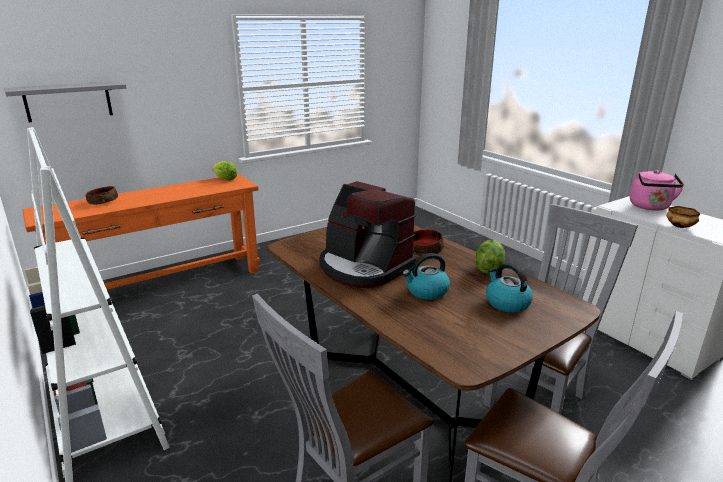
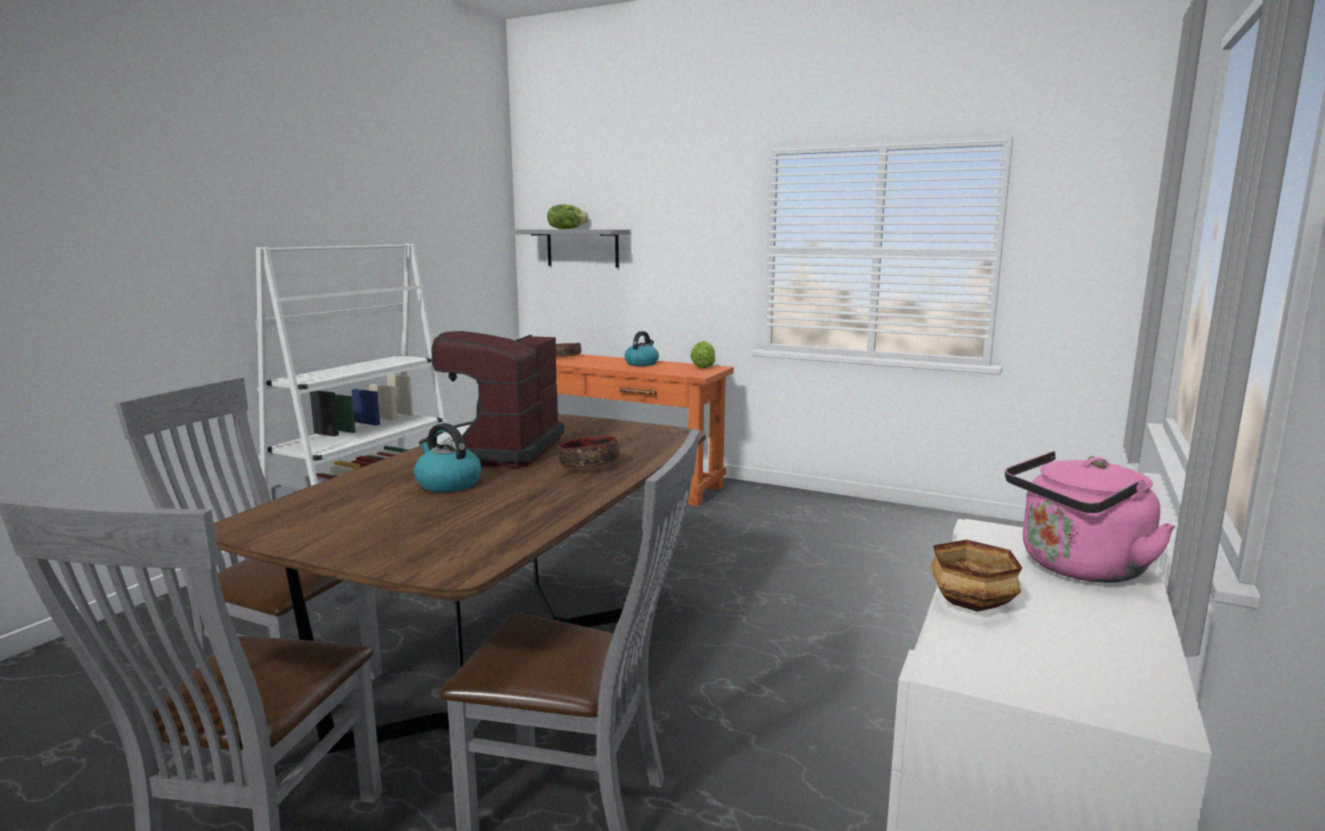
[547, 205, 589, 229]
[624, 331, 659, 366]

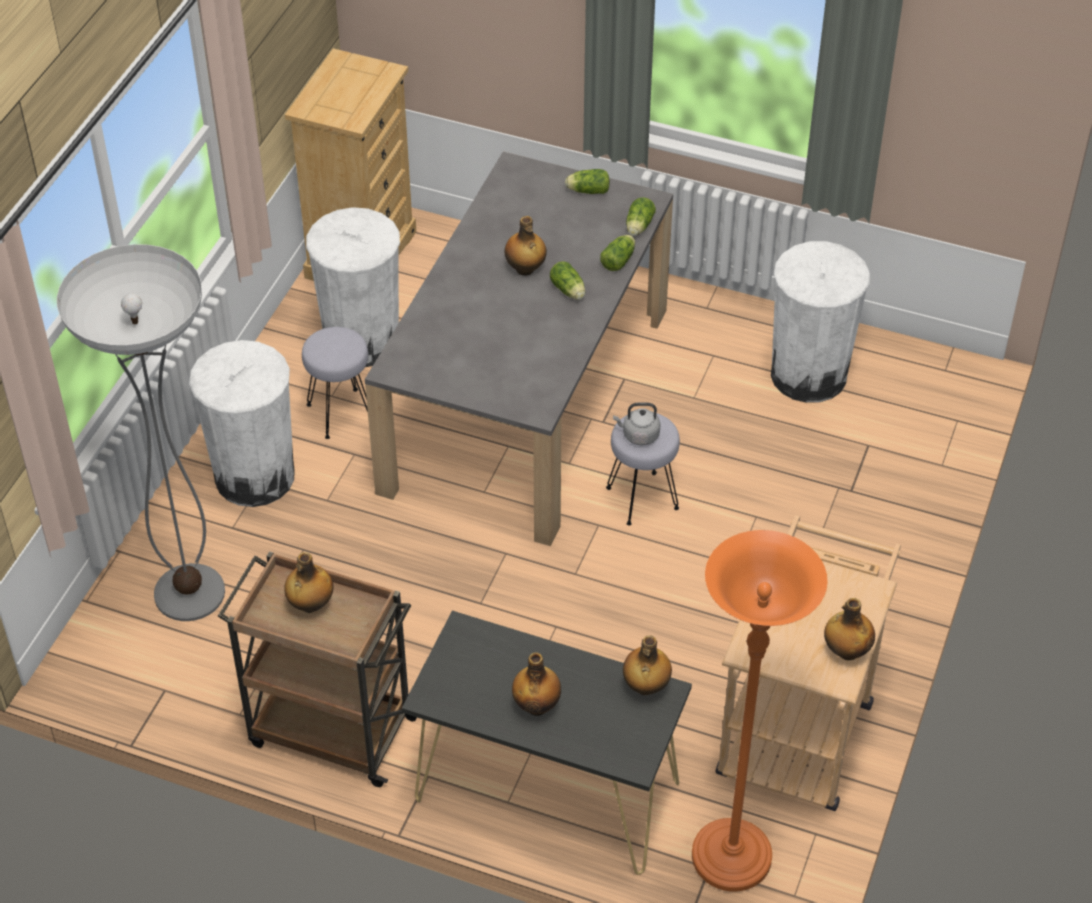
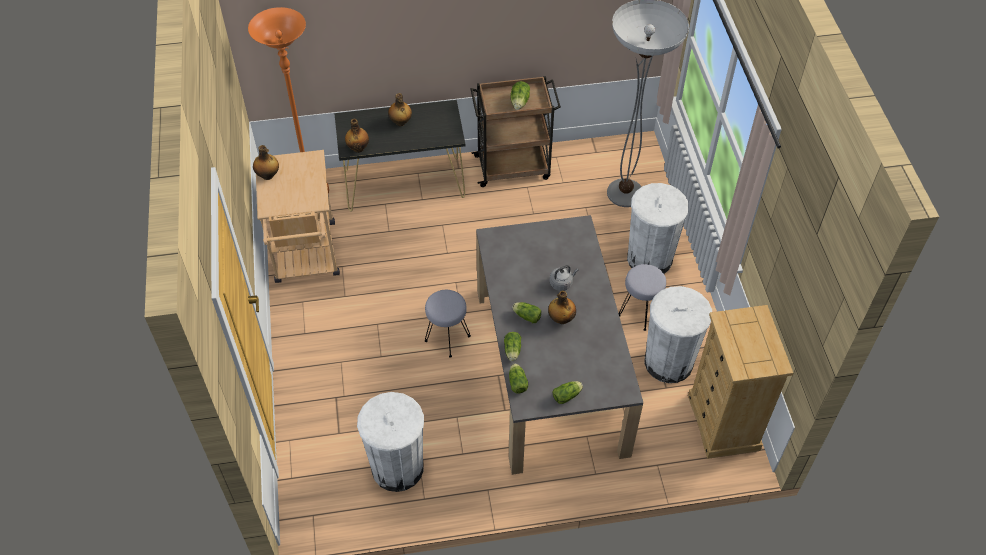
[550, 265, 579, 291]
[510, 81, 530, 110]

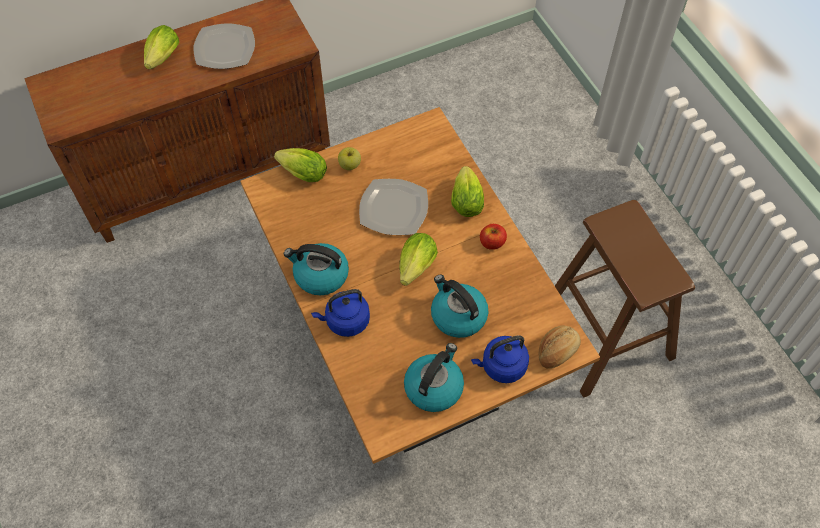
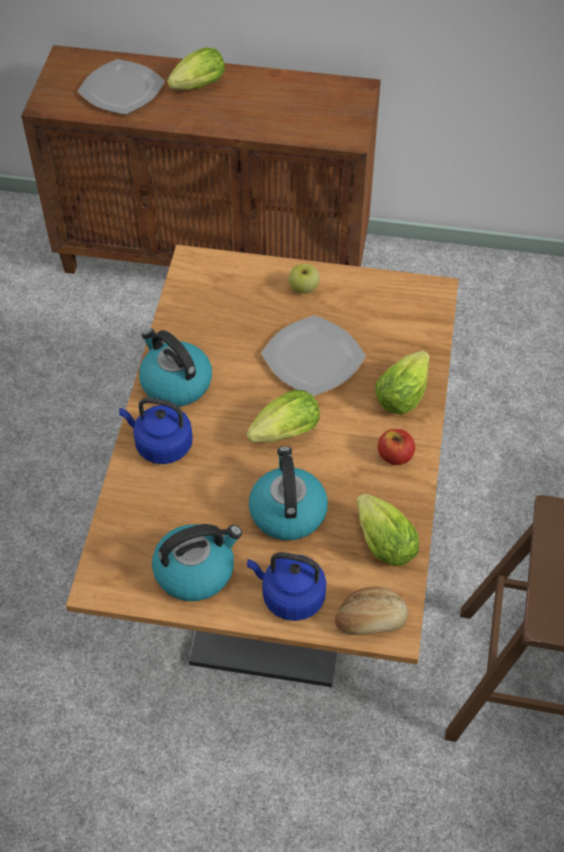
[77, 59, 165, 115]
[356, 494, 419, 566]

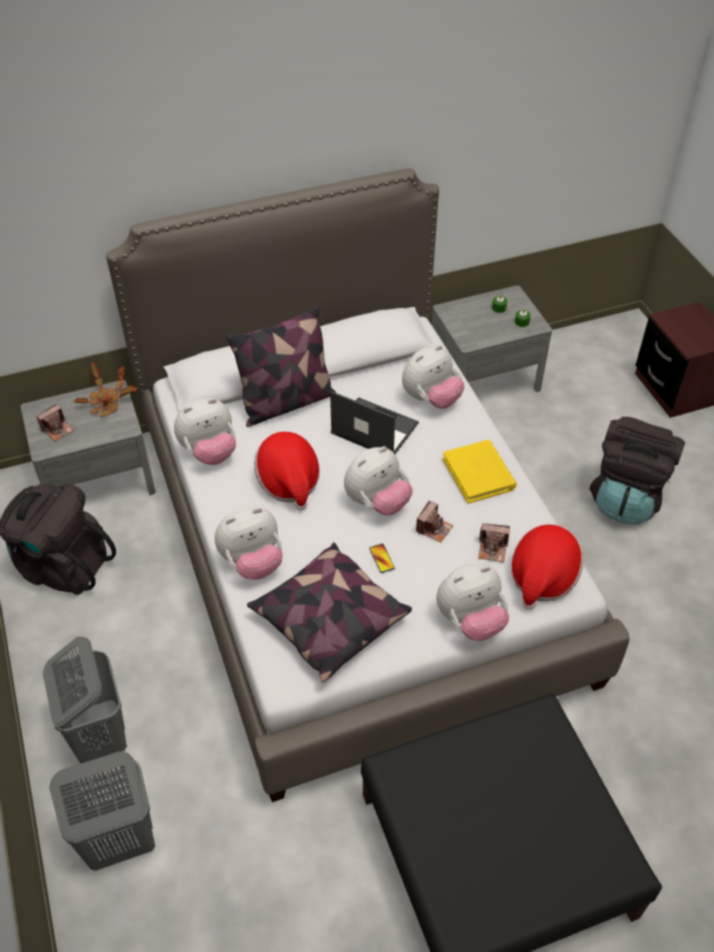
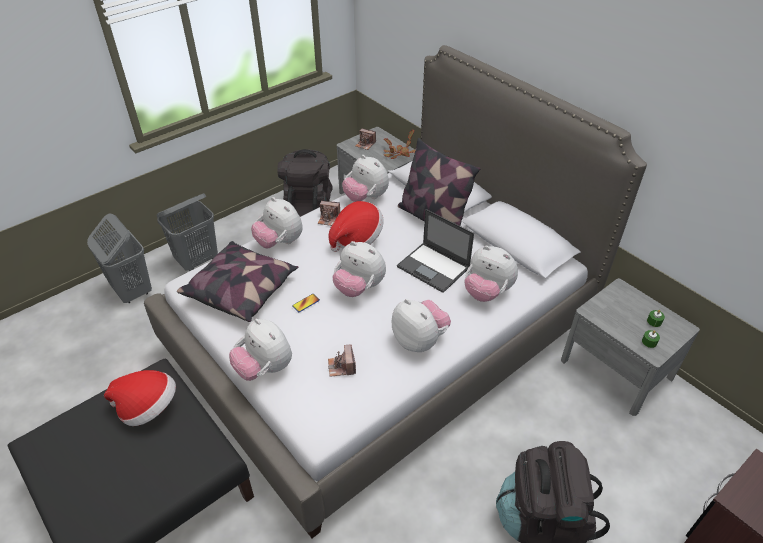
[397, 209, 474, 293]
[392, 299, 451, 352]
[317, 201, 340, 226]
[104, 370, 176, 426]

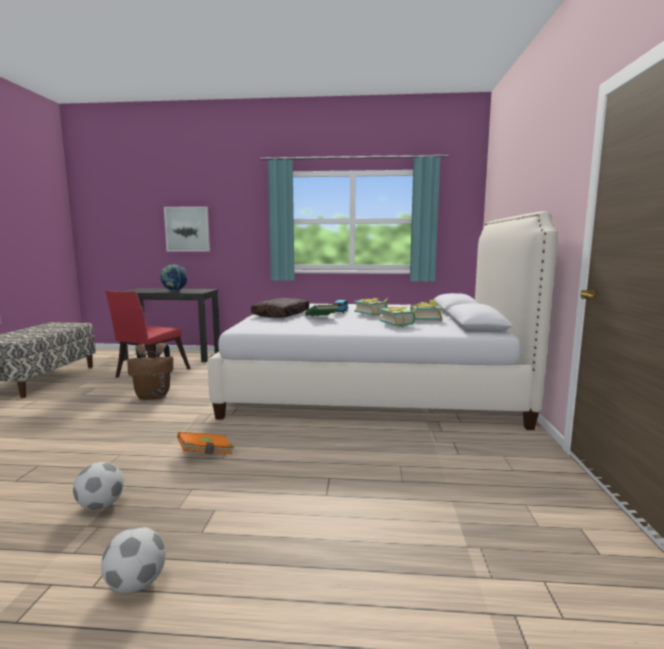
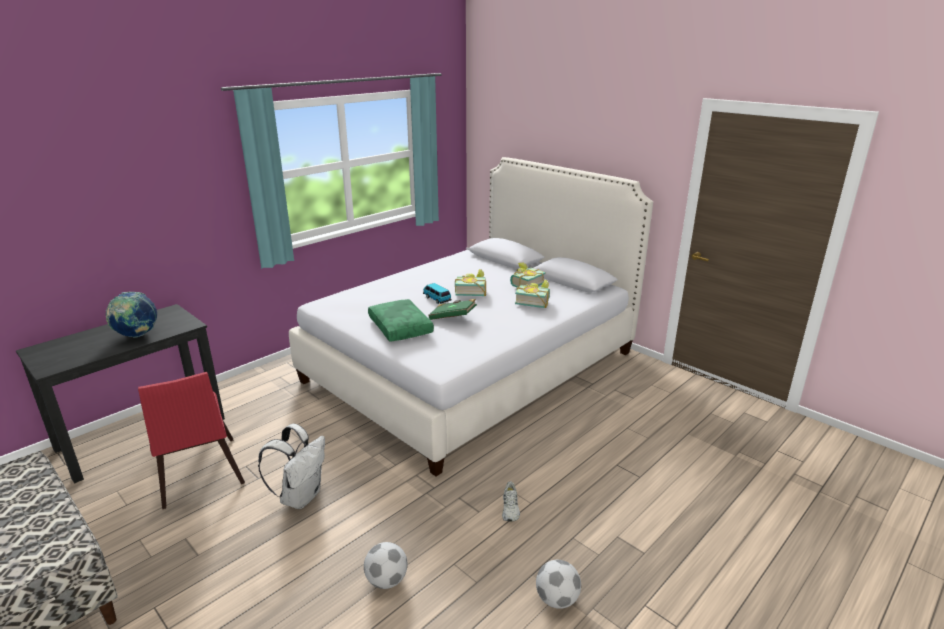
[164, 206, 210, 252] (first image)
[368, 299, 434, 342]
[258, 424, 325, 509]
[502, 481, 520, 521]
[364, 542, 407, 589]

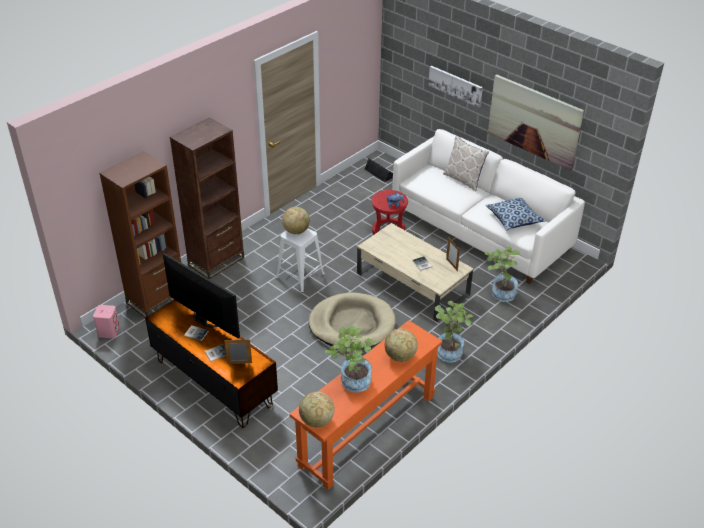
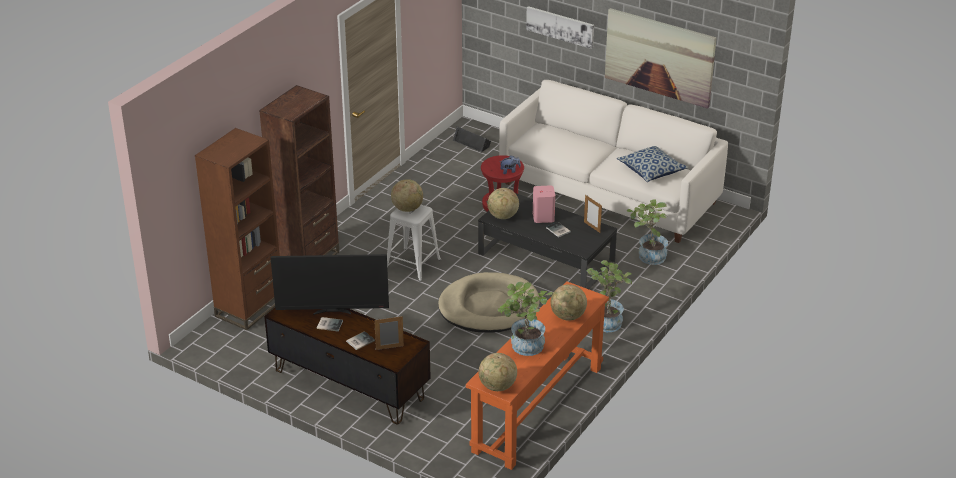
[443, 135, 489, 192] (first image)
[478, 193, 617, 289]
[271, 254, 389, 315]
[532, 185, 555, 223]
[487, 188, 519, 219]

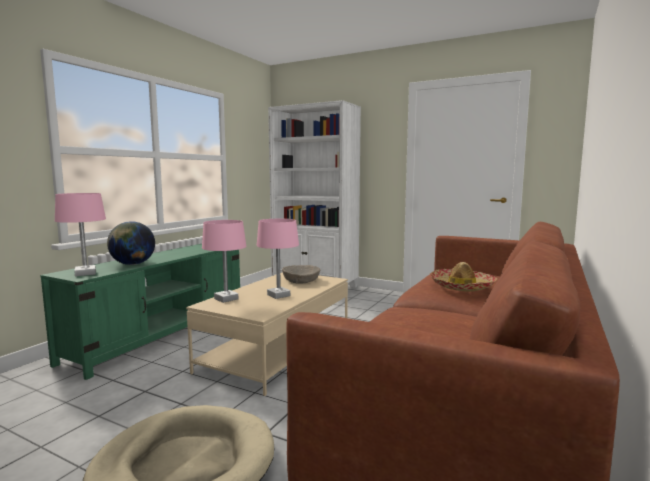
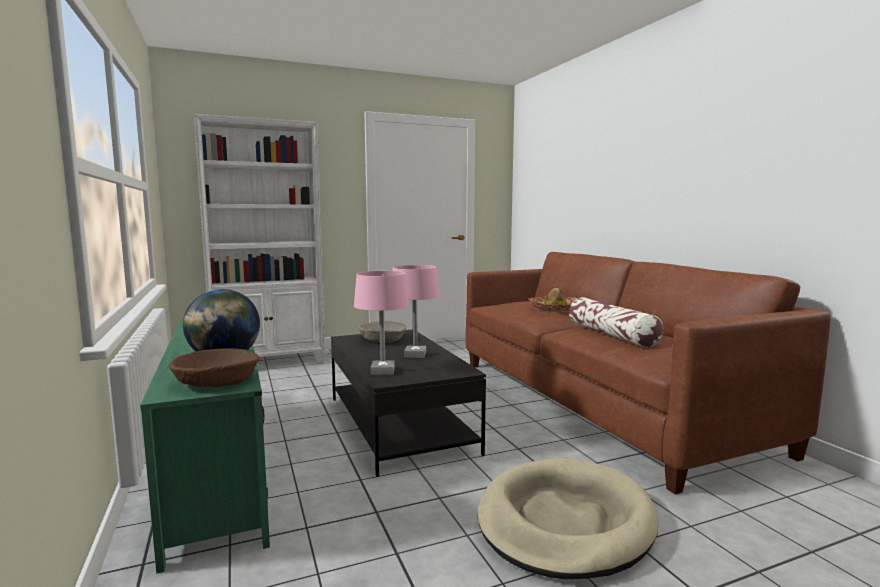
[169, 348, 260, 387]
[331, 330, 486, 477]
[569, 297, 663, 348]

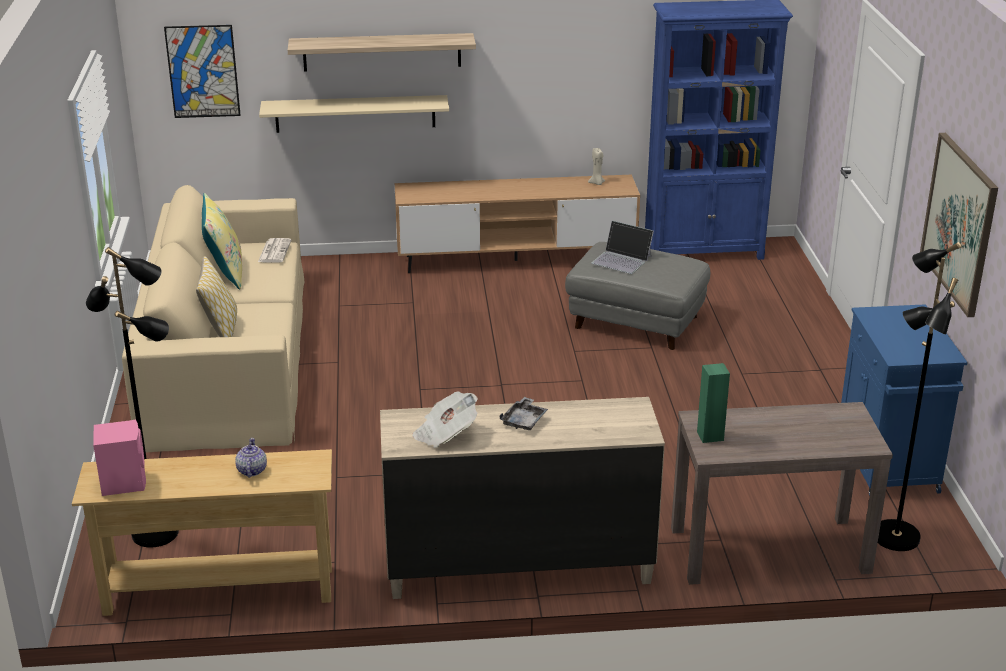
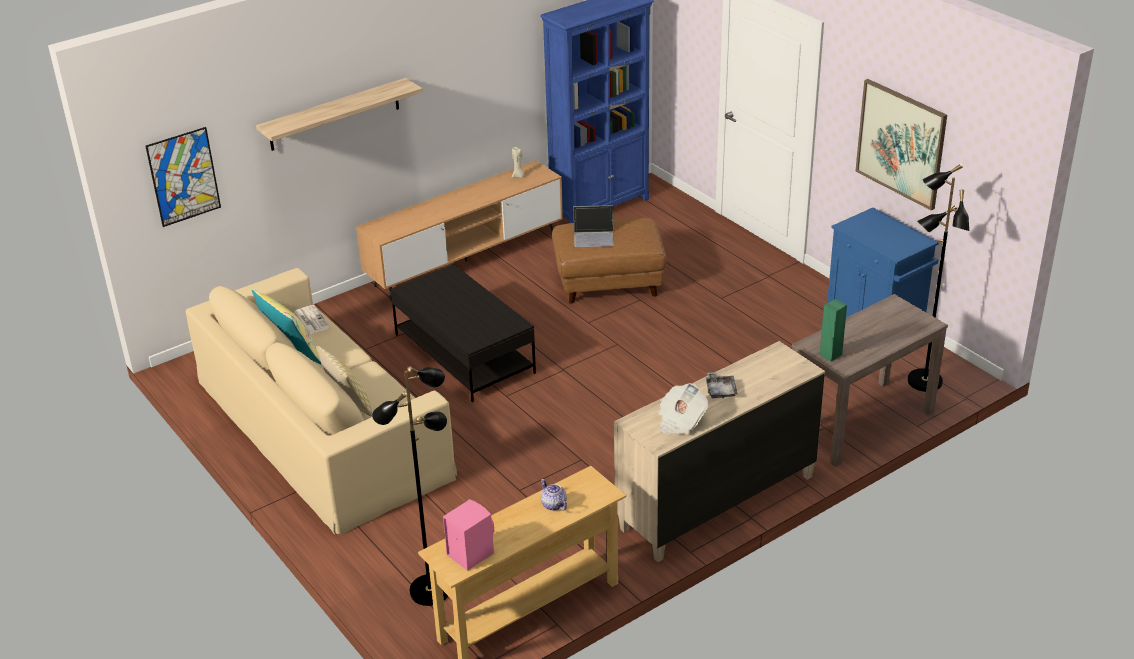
[259, 95, 449, 133] (first image)
[552, 218, 667, 304]
[390, 264, 536, 402]

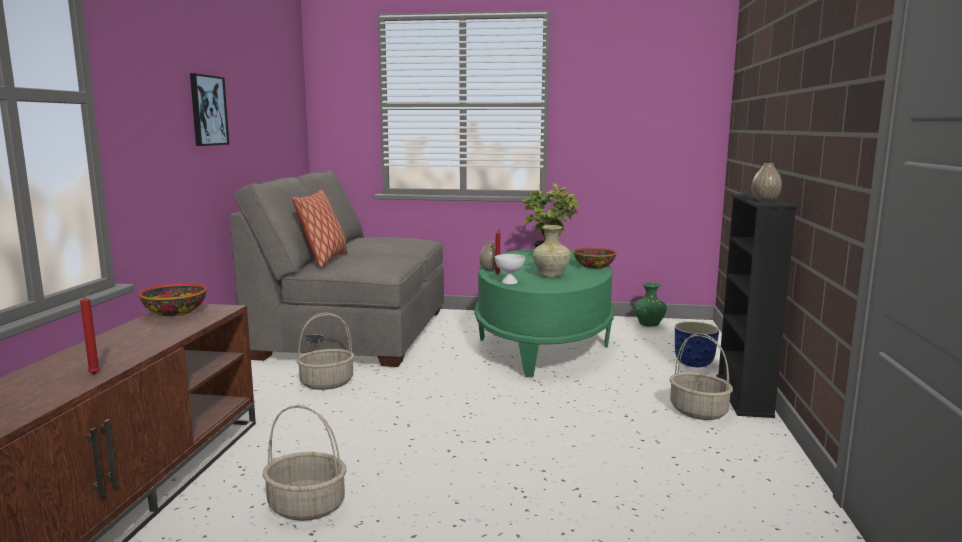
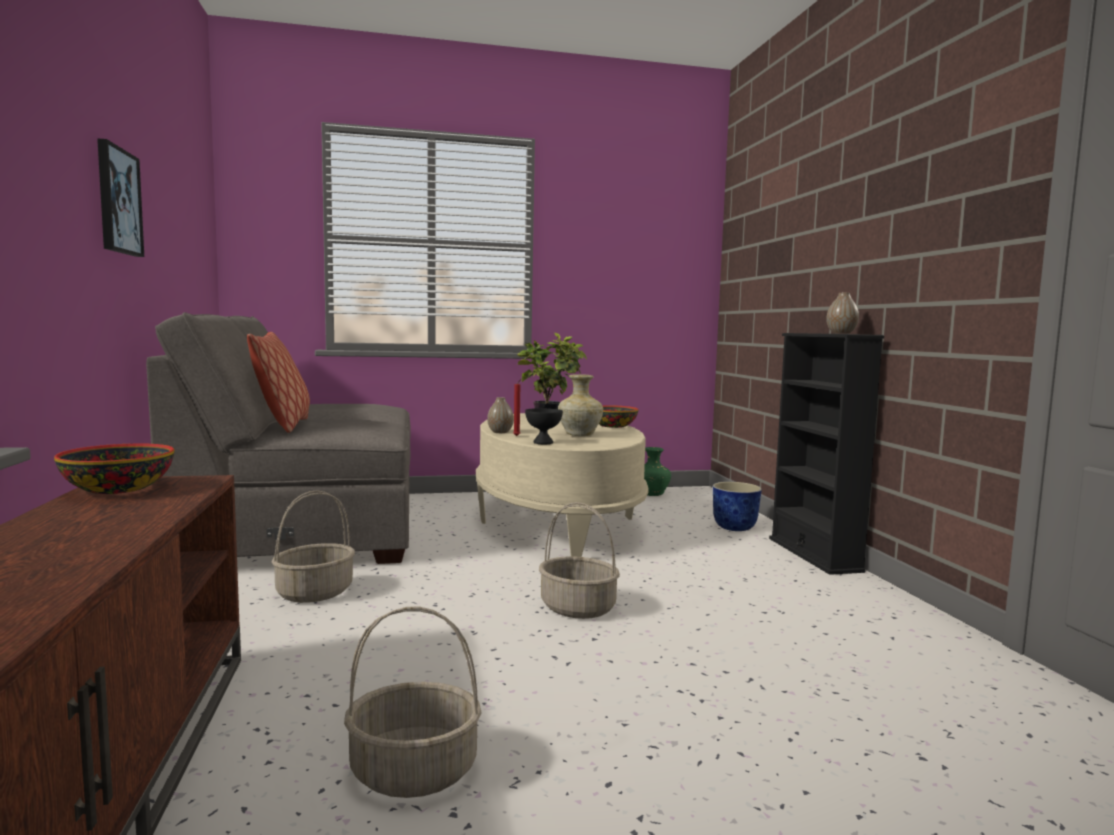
[476, 413, 649, 557]
[525, 408, 563, 444]
[80, 289, 100, 375] (first image)
[539, 502, 620, 619]

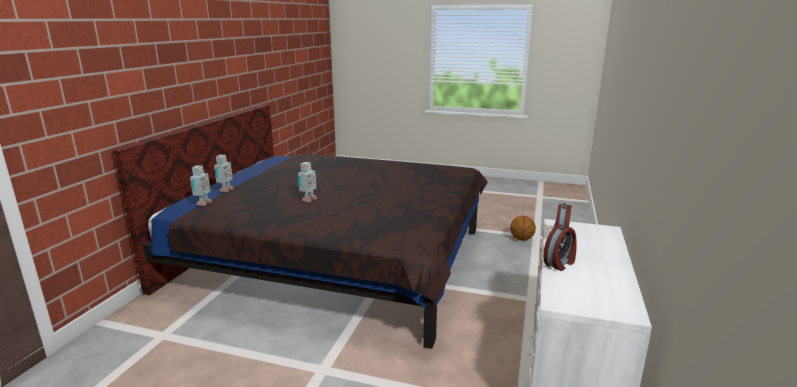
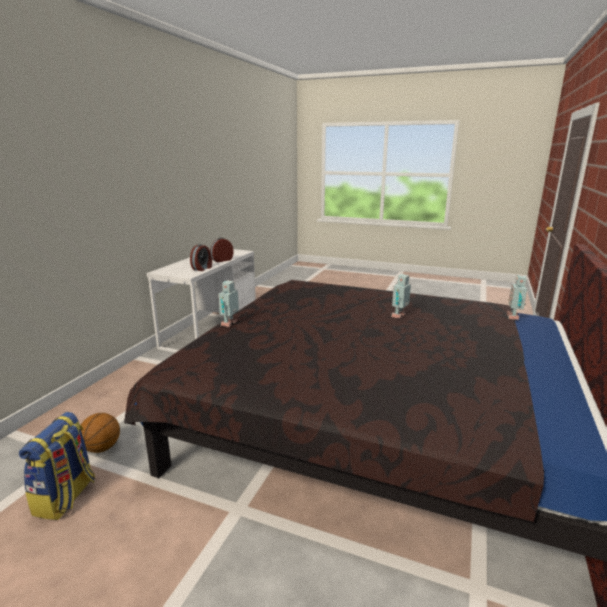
[218, 280, 239, 327]
[19, 412, 96, 520]

